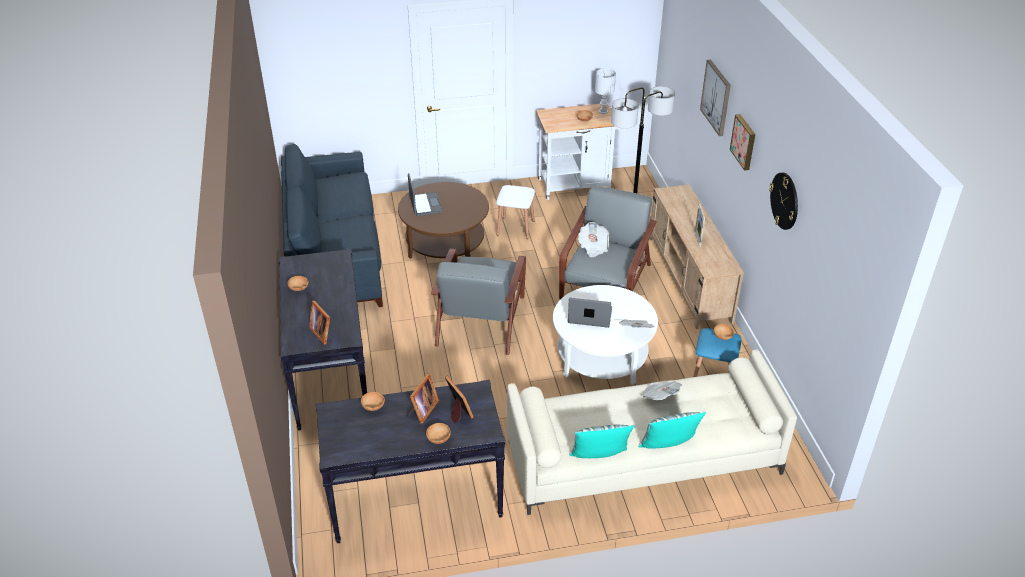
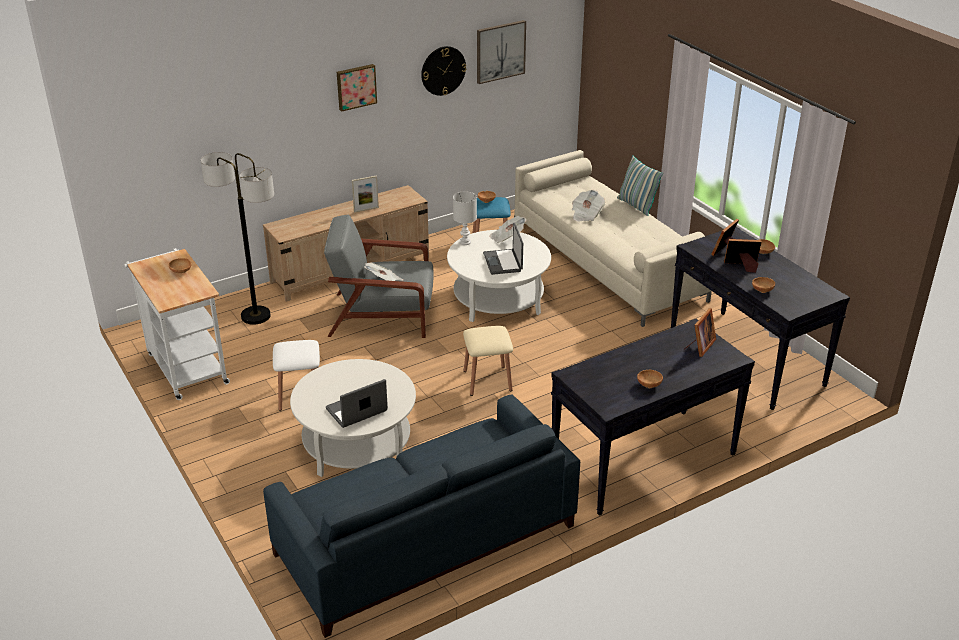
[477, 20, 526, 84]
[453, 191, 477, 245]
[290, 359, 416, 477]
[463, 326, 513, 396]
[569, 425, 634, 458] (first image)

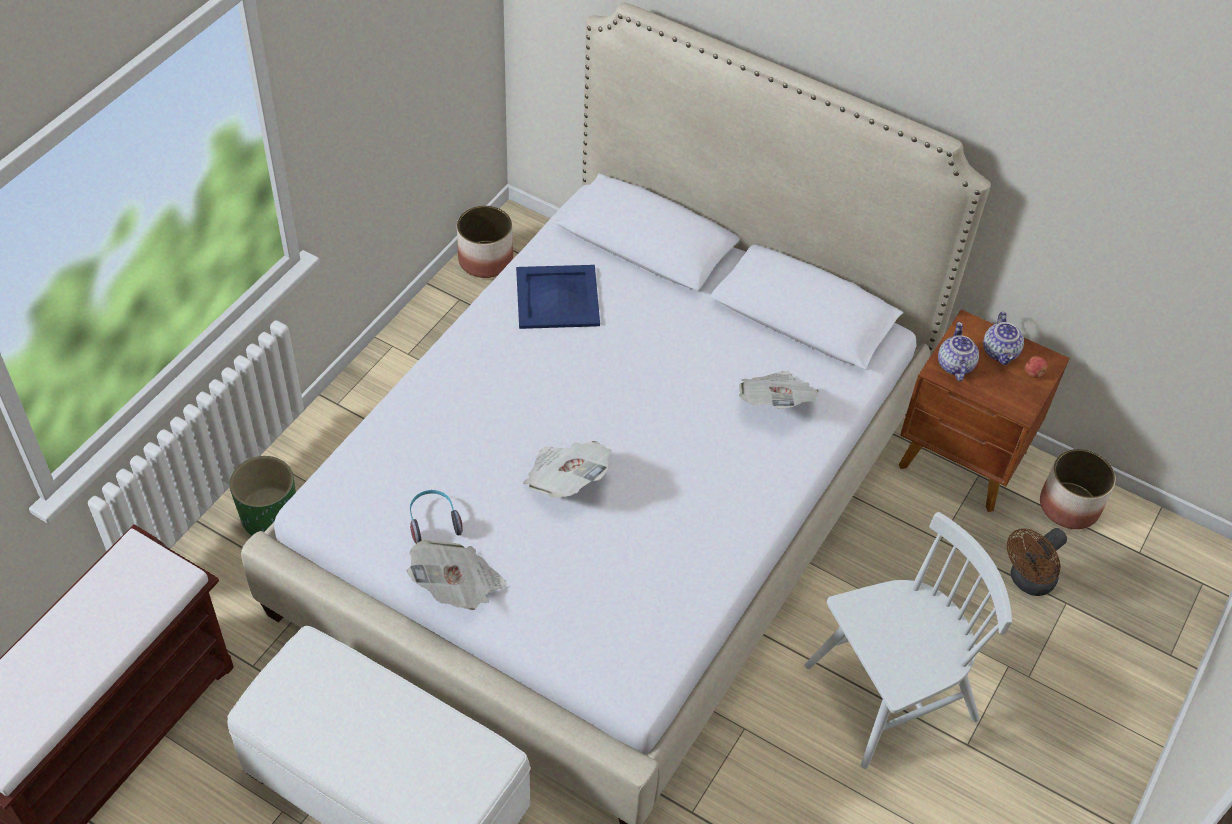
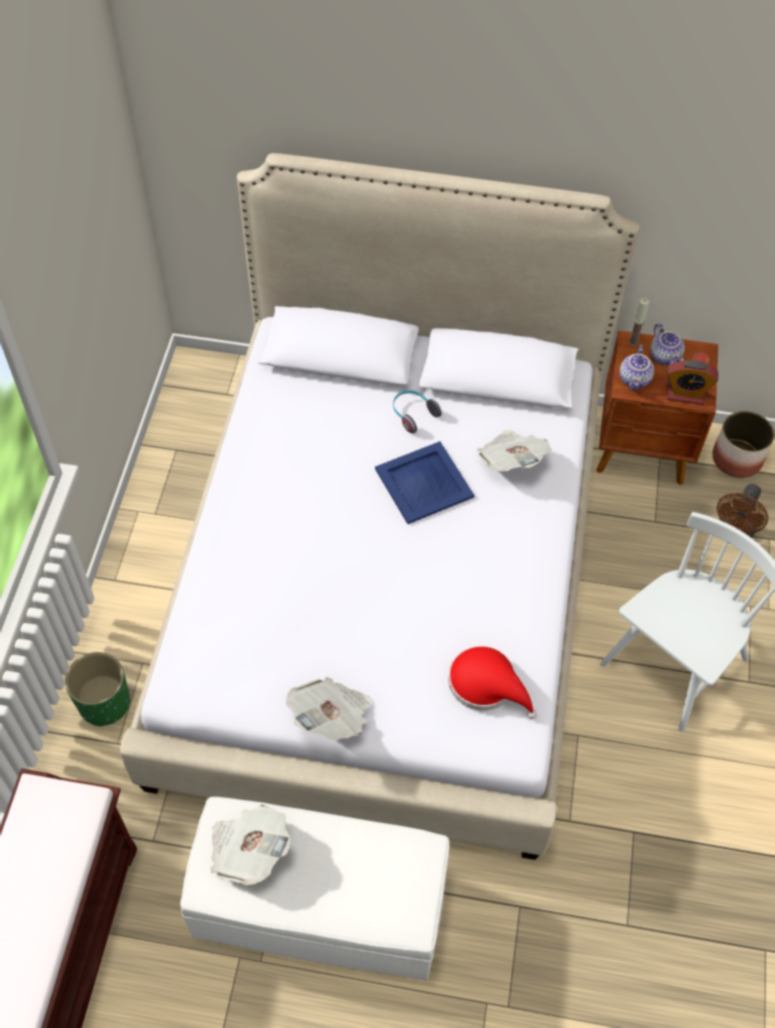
[457, 206, 513, 278] (first image)
[375, 441, 474, 524]
[619, 345, 654, 391]
[210, 805, 290, 885]
[393, 390, 442, 434]
[629, 298, 649, 346]
[667, 360, 718, 405]
[448, 646, 537, 719]

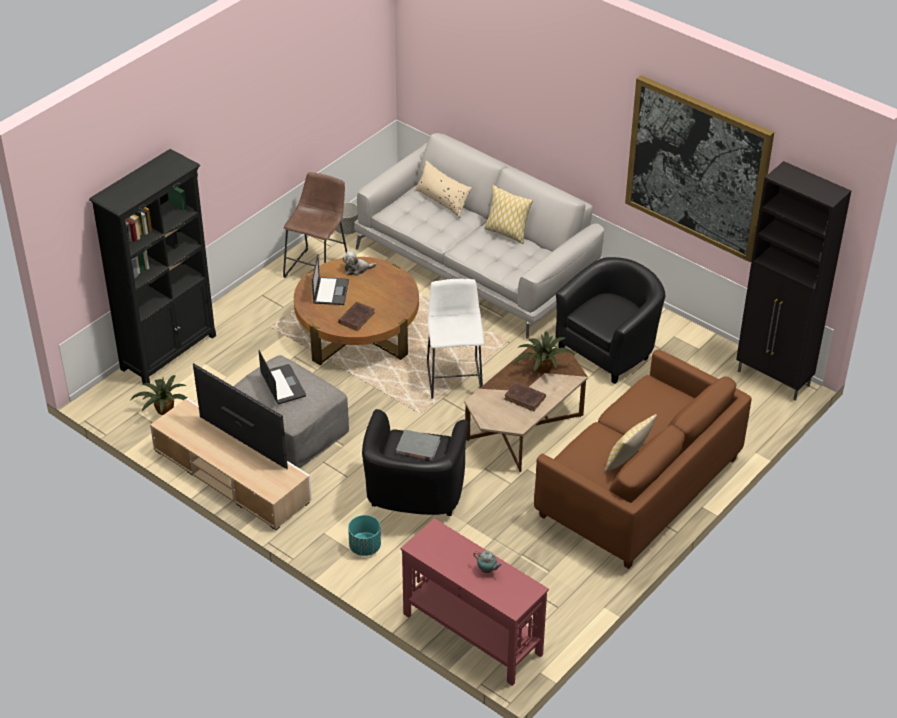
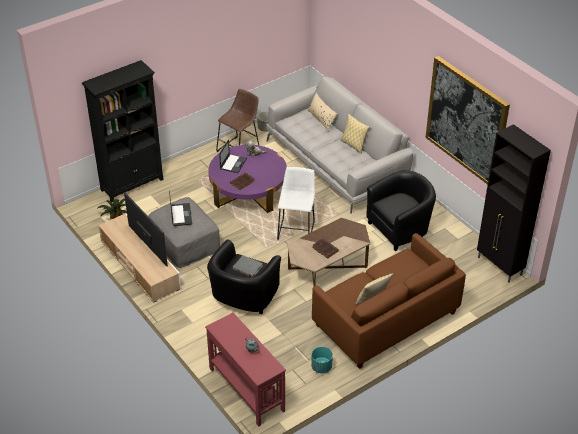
[208, 145, 287, 213]
[513, 331, 574, 373] (first image)
[311, 347, 333, 373]

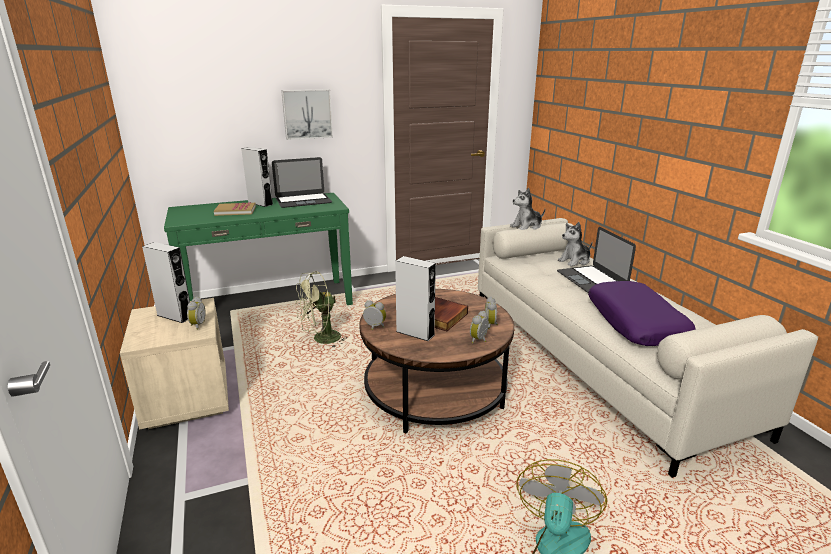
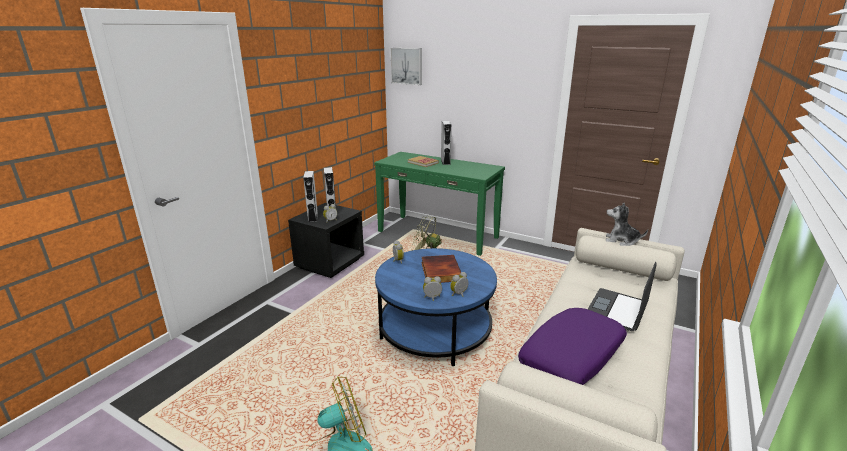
[390, 48, 422, 85]
[272, 157, 332, 208] (first image)
[558, 222, 593, 266] (first image)
[303, 171, 318, 222]
[375, 248, 497, 366]
[288, 203, 364, 278]

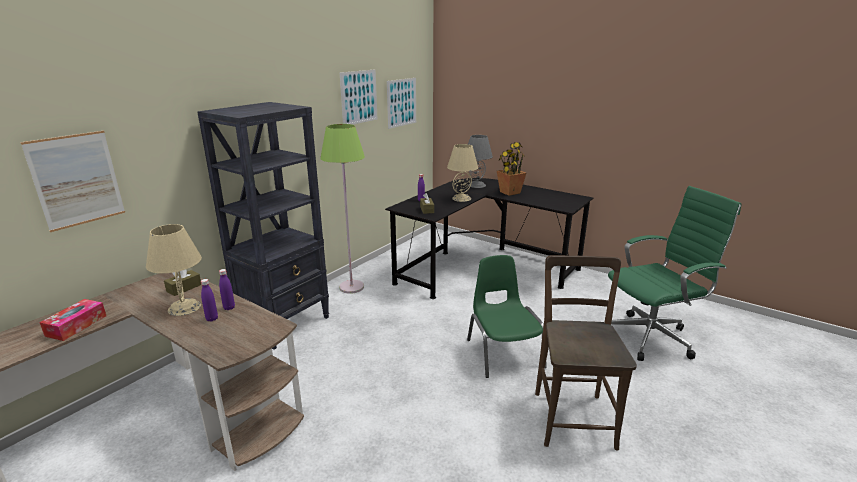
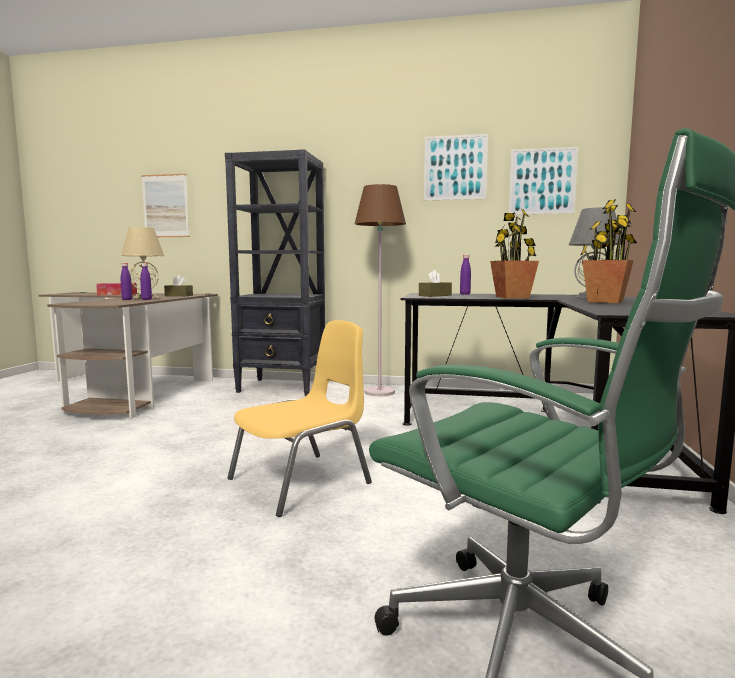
[355, 184, 406, 396]
[490, 209, 539, 298]
[228, 320, 372, 517]
[535, 255, 637, 450] (first image)

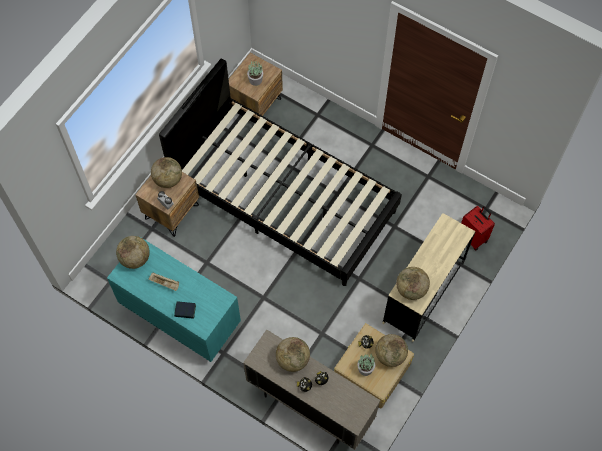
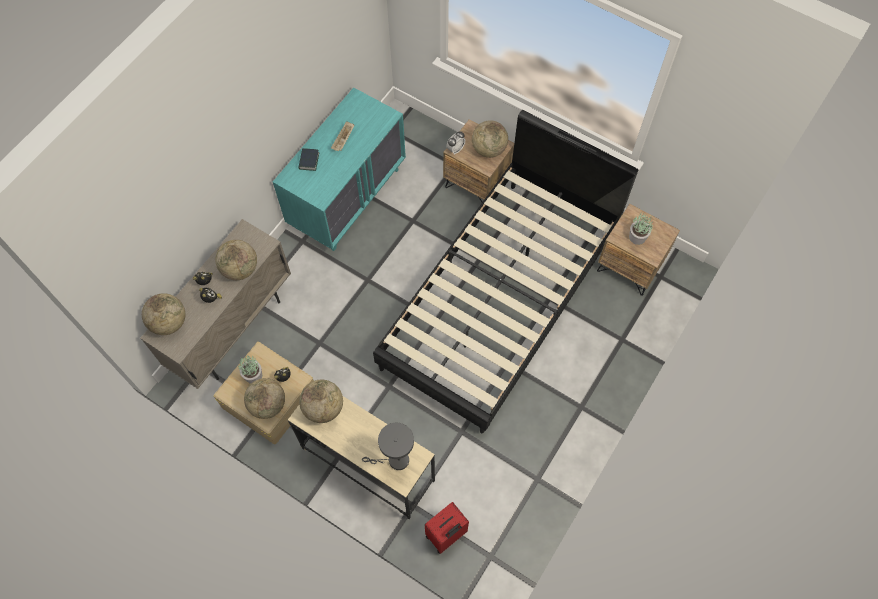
[142, 293, 185, 335]
[362, 423, 414, 470]

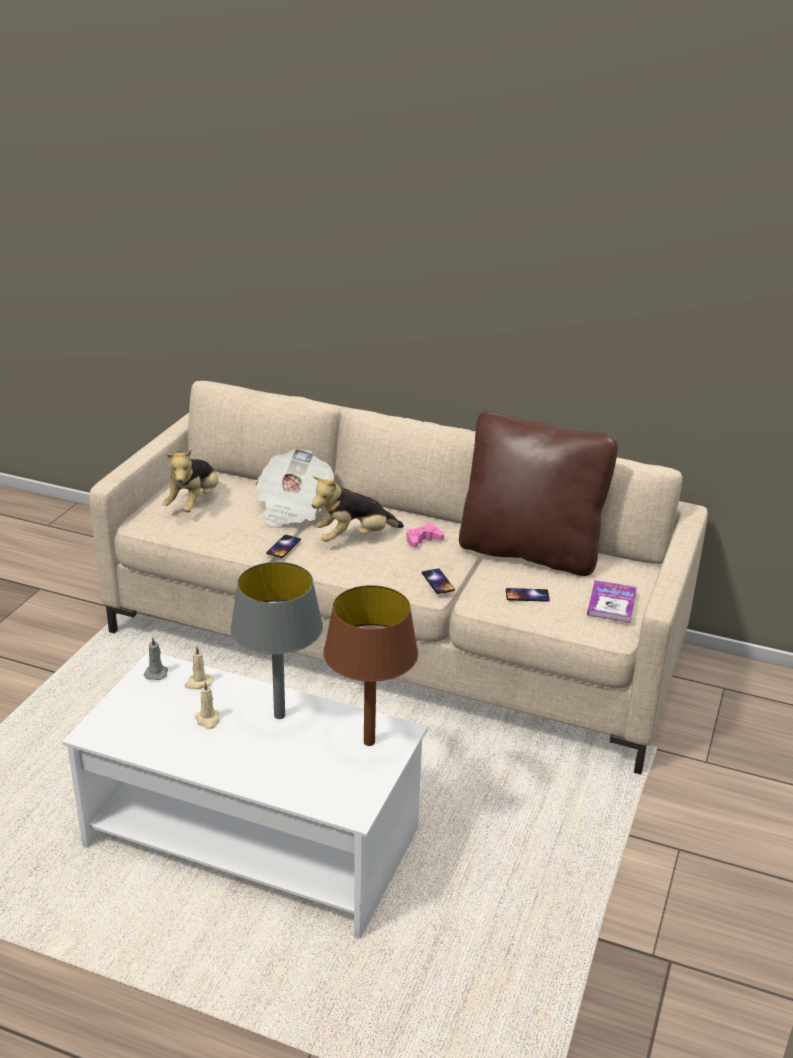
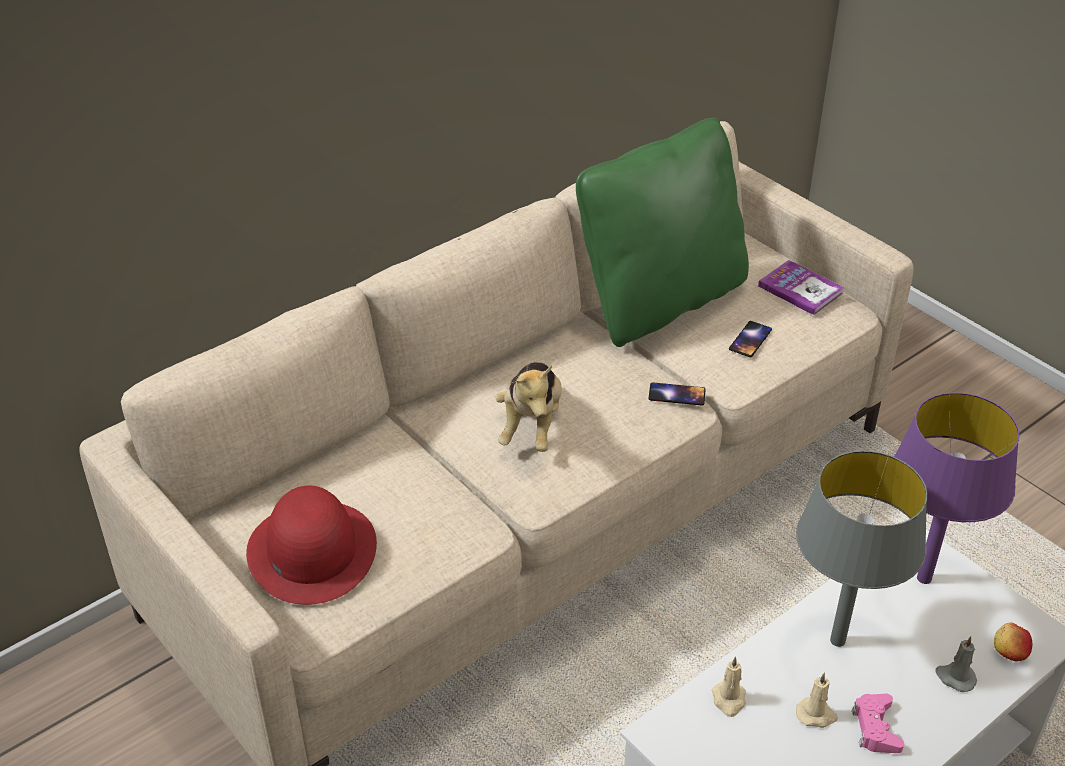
[576, 118, 749, 347]
[246, 486, 377, 605]
[256, 449, 334, 526] (first image)
[852, 694, 904, 753]
[266, 535, 301, 558] (first image)
[894, 392, 1020, 584]
[936, 636, 977, 692]
[994, 623, 1032, 662]

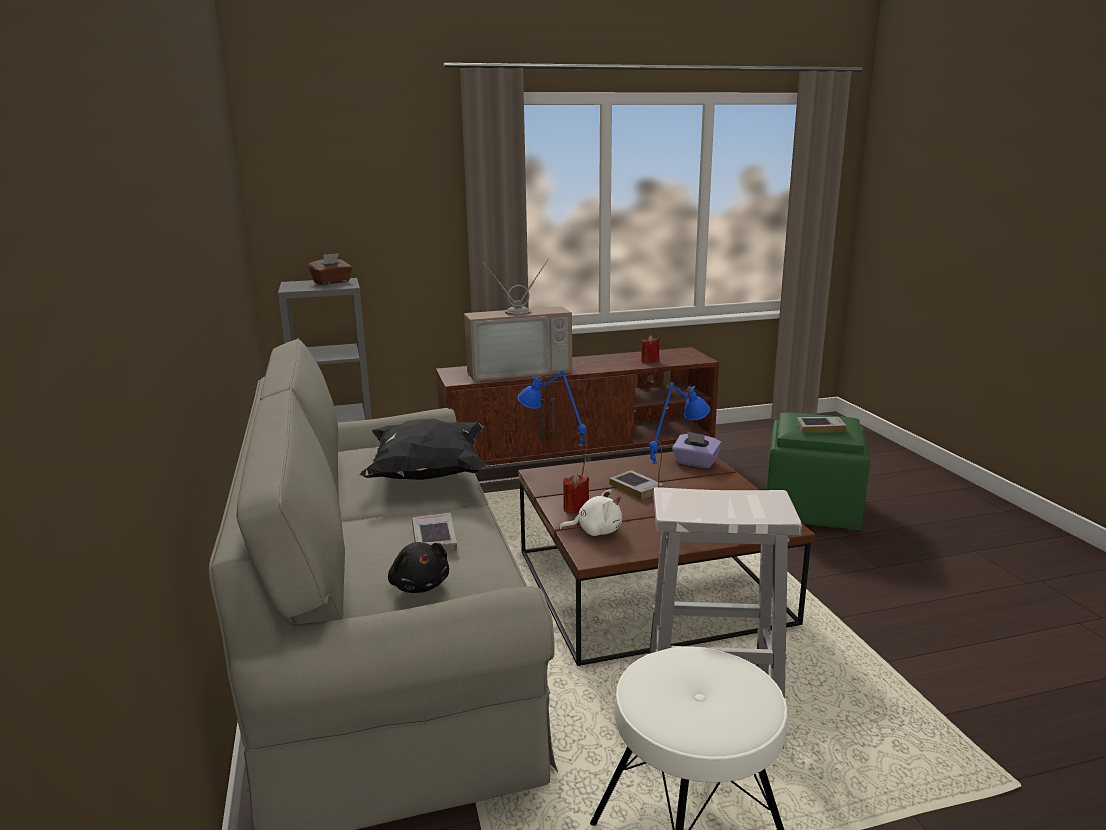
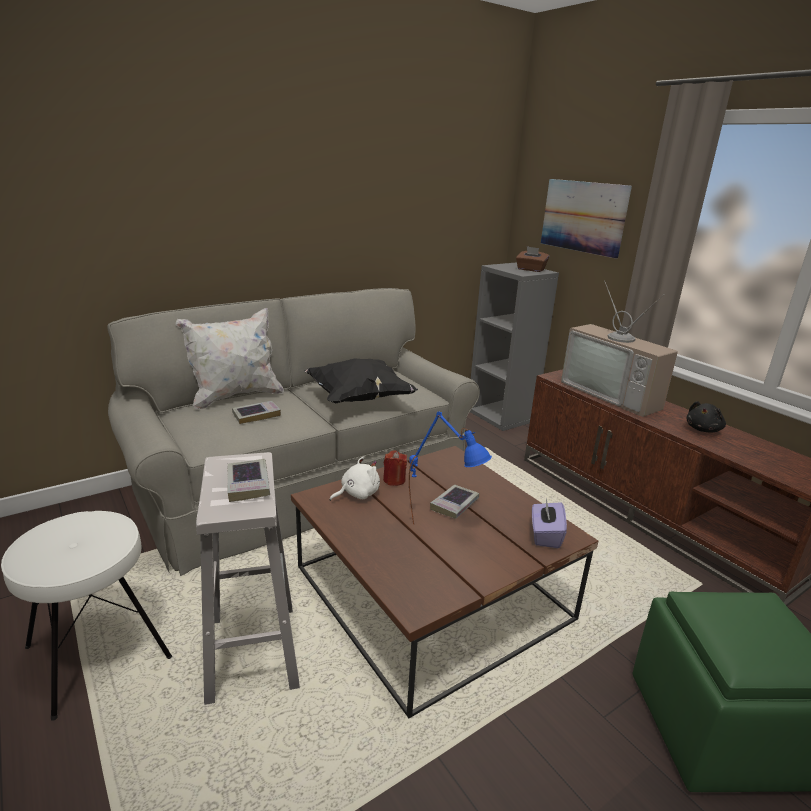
[641, 335, 660, 363] (first image)
[517, 370, 587, 477] (first image)
[227, 459, 270, 502]
[330, 456, 380, 501]
[687, 401, 726, 432]
[541, 179, 632, 259]
[176, 308, 284, 409]

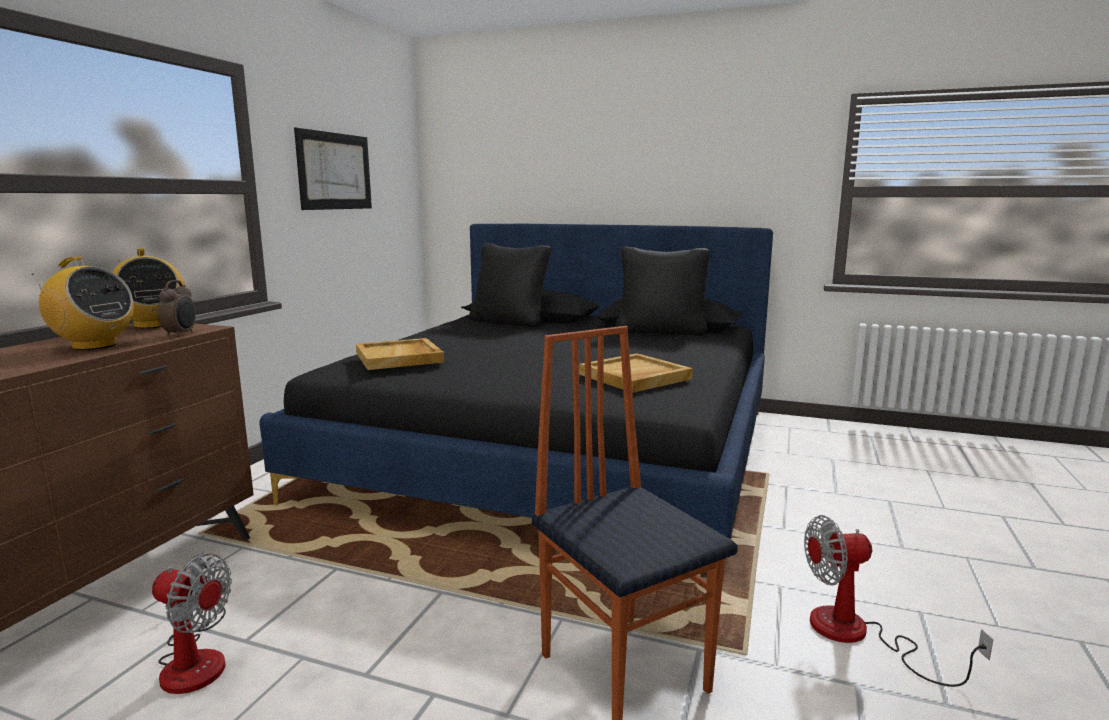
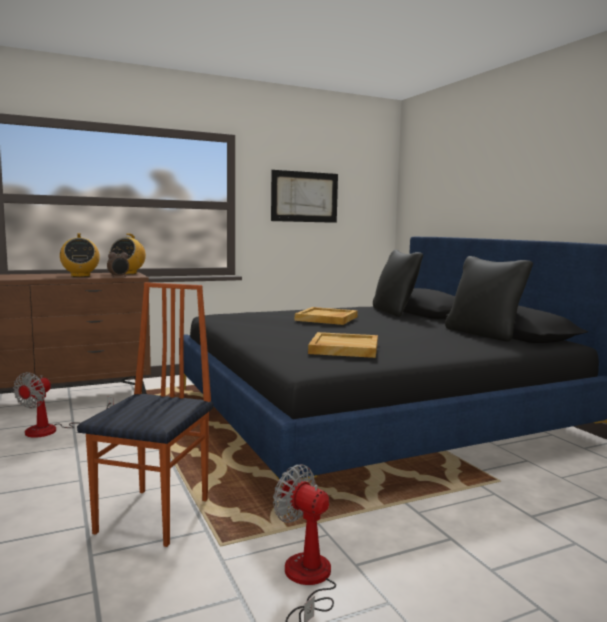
[295, 307, 358, 325]
[13, 372, 114, 438]

